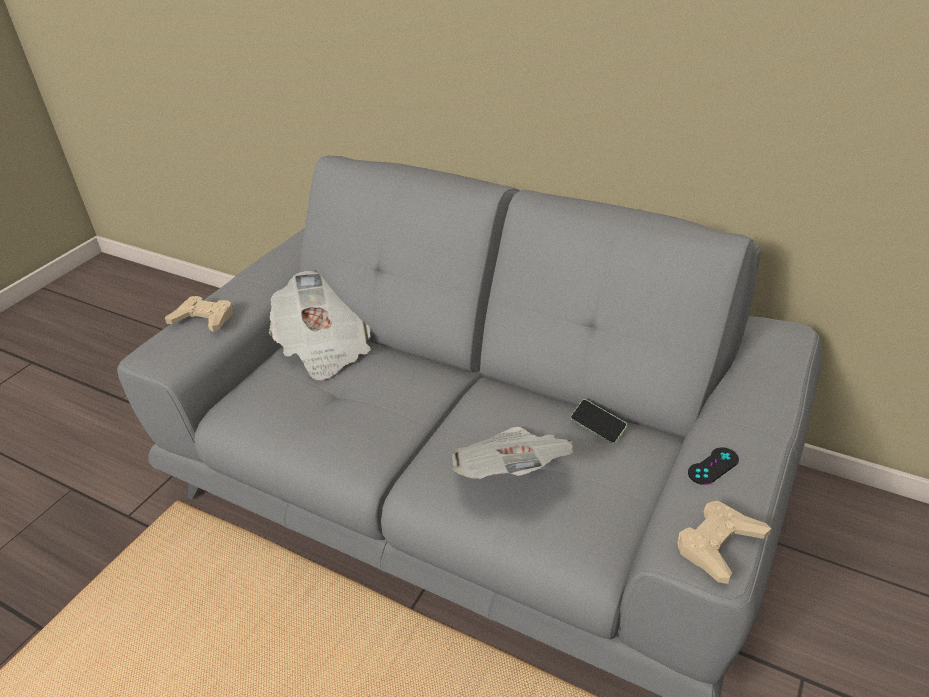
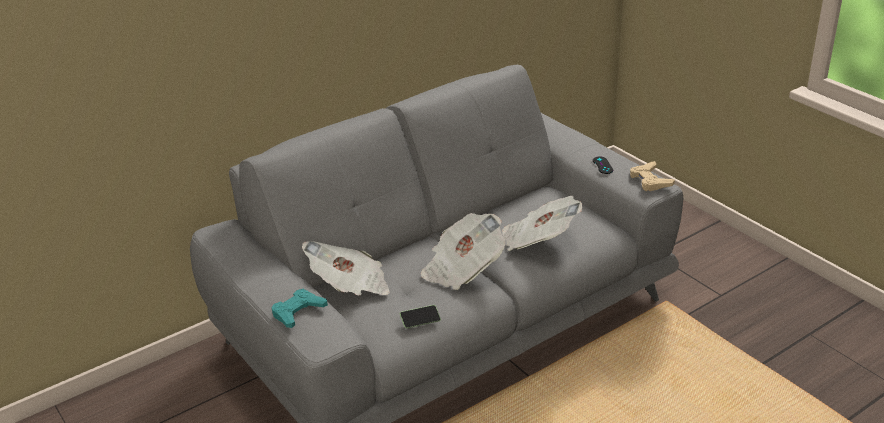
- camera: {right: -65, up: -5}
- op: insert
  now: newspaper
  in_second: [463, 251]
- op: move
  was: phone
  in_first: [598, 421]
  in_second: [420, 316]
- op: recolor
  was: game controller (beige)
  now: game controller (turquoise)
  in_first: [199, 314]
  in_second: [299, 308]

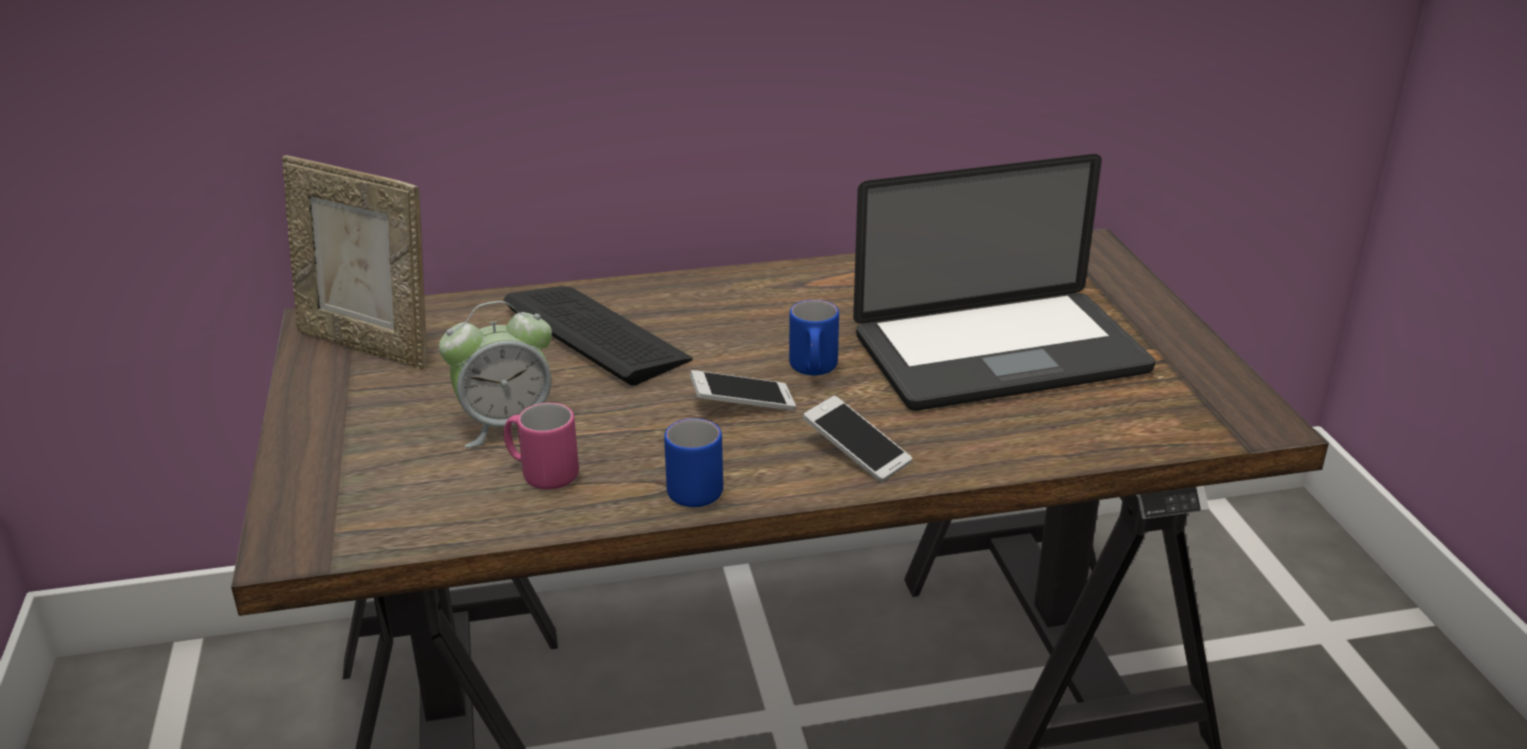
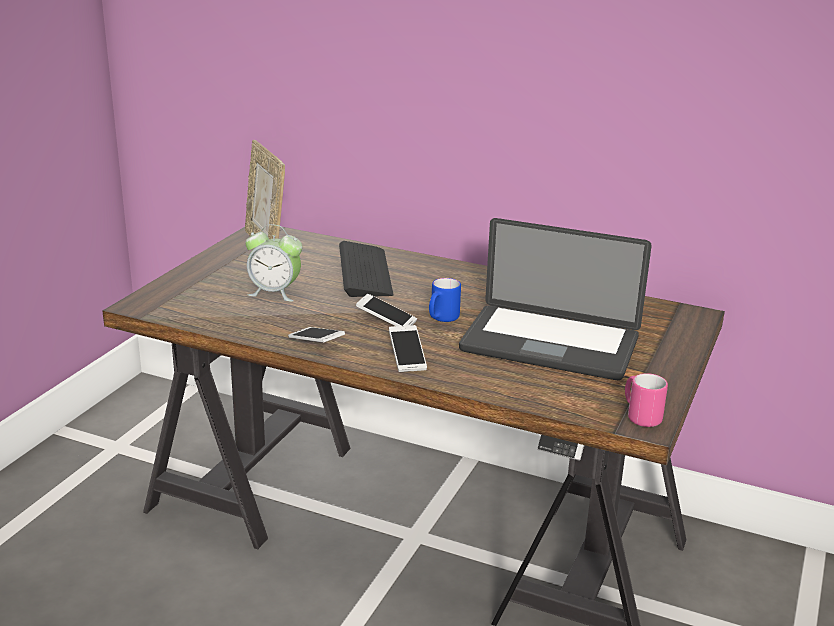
- camera: {right: 35, up: -5}
- op: move
  was: mug (pink)
  in_first: [541, 446]
  in_second: [646, 400]
- op: replace
  was: mug (blue)
  now: phone
  in_first: [693, 462]
  in_second: [316, 335]

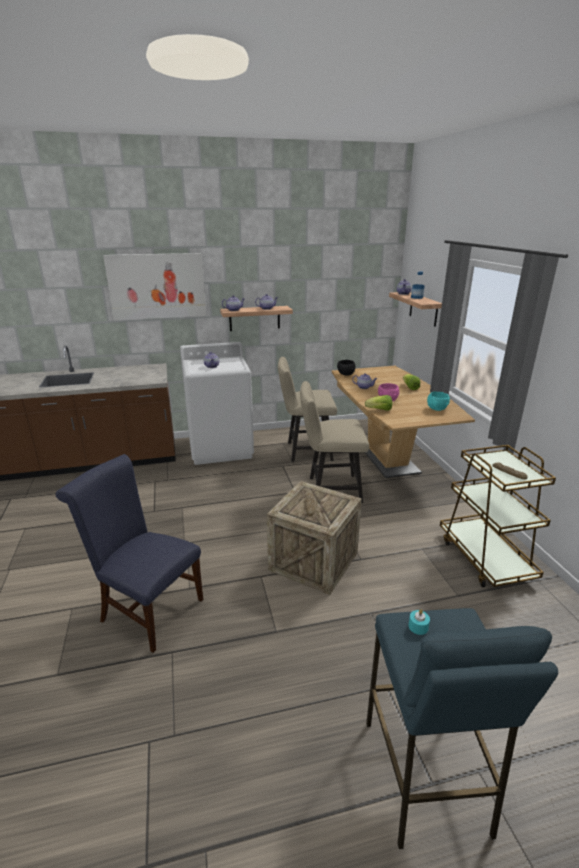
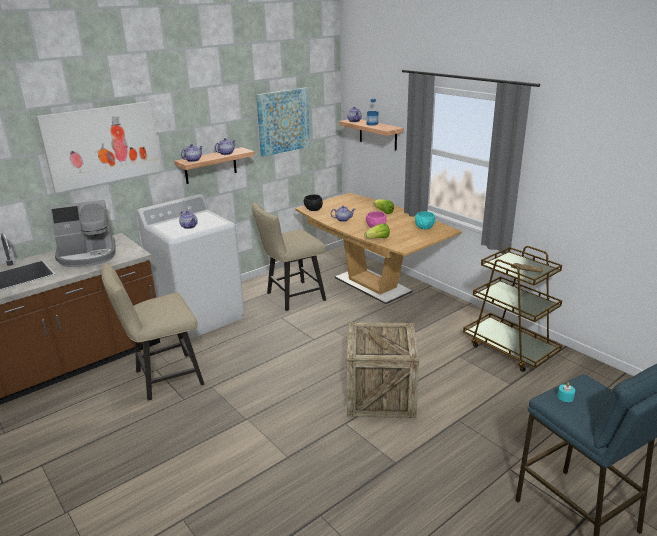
- camera: {right: -25, up: 0}
- op: delete
  was: chair (blue)
  in_first: [129, 553]
- op: insert
  now: coffee machine
  in_second: [83, 233]
- op: insert
  now: picture
  in_second: [283, 122]
- op: move
  was: chair (beige)
  in_first: [334, 442]
  in_second: [153, 332]

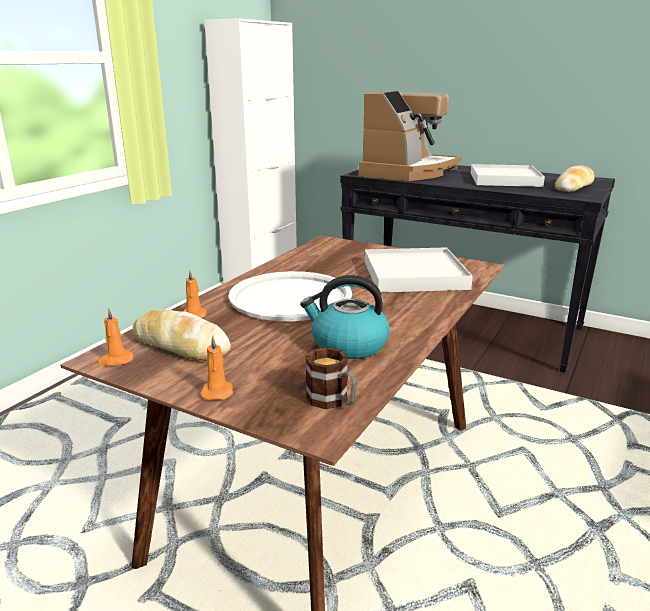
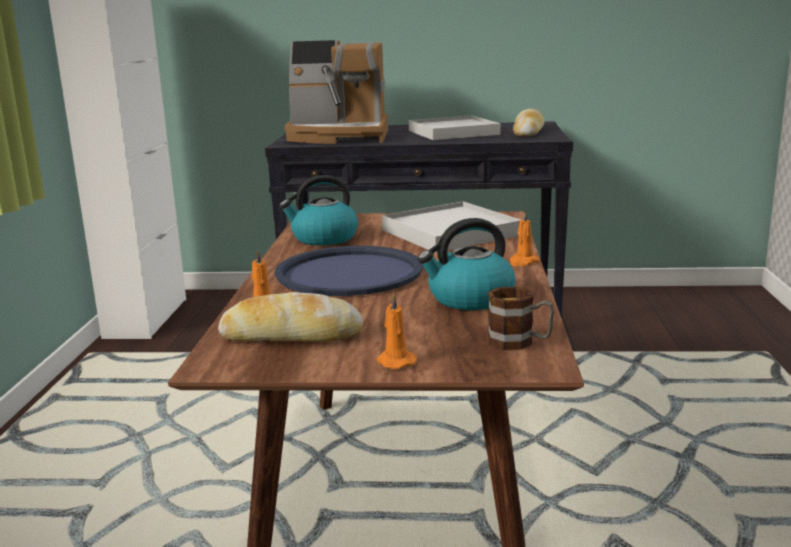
- camera: {right: -25, up: -5}
- op: insert
  now: kettle
  in_second: [318, 210]
- op: move
  was: candle (orange)
  in_first: [115, 337]
  in_second: [525, 238]
- op: recolor
  was: tray (white)
  now: tray (blue)
  in_first: [290, 296]
  in_second: [349, 271]
- op: rotate
  was: coffee machine
  in_first: [410, 136]
  in_second: [336, 92]
  clockwise: 90

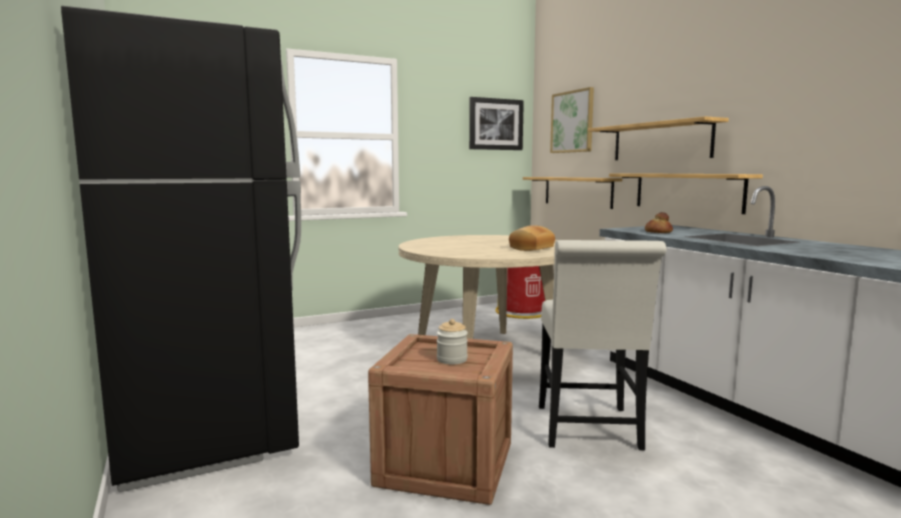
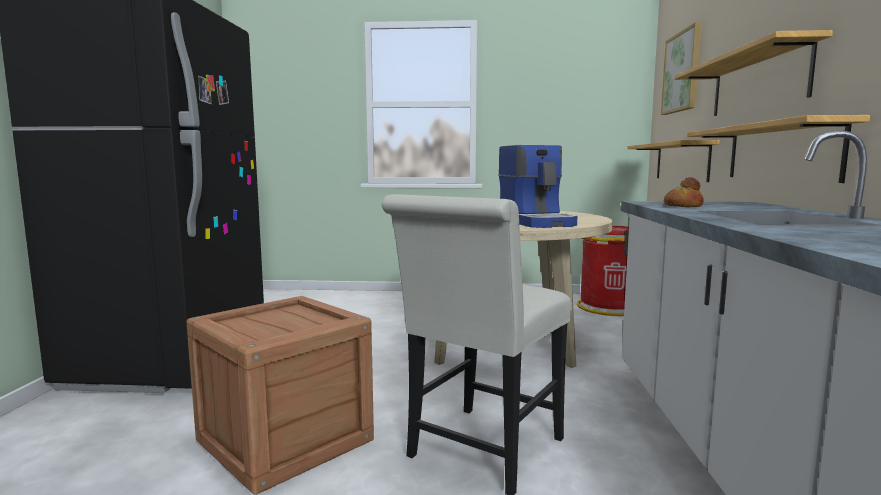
- camera: {right: 30, up: 0}
- op: delete
  was: jar
  in_first: [452, 341]
- op: delete
  was: picture
  in_first: [496, 123]
- op: replace
  was: bread
  now: coffee machine
  in_first: [532, 238]
  in_second: [537, 186]

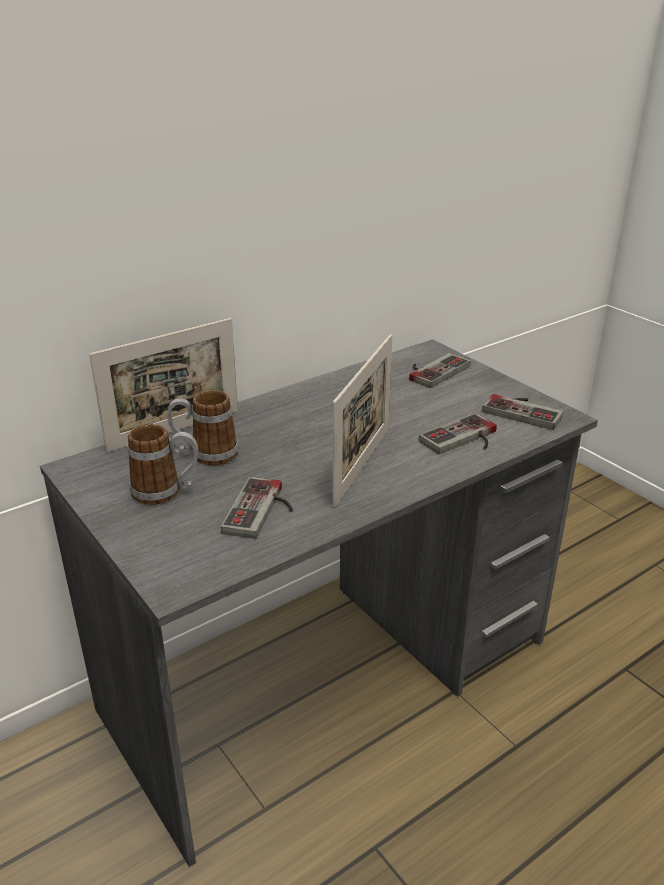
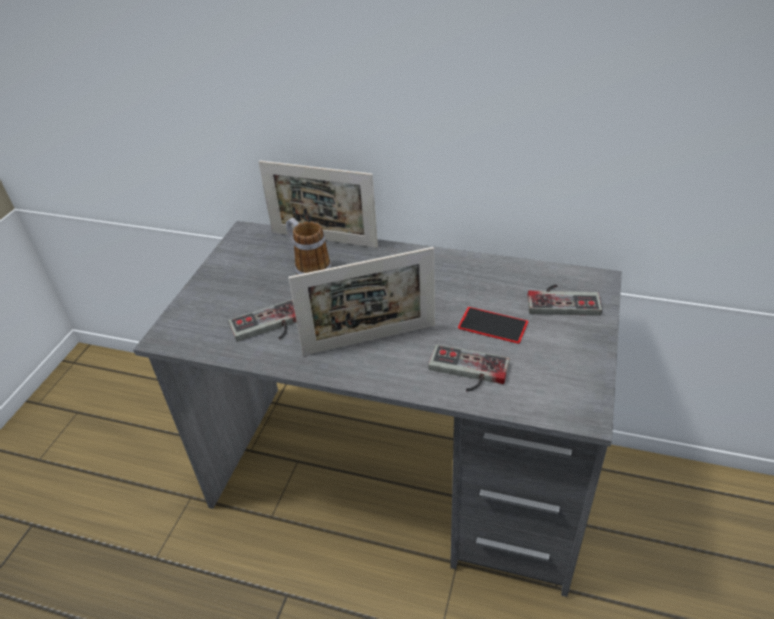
- camera: {right: 55, up: 10}
- op: delete
  was: mug
  in_first: [163, 464]
- op: delete
  was: game controller
  in_first: [522, 412]
- op: insert
  now: phone
  in_second: [493, 325]

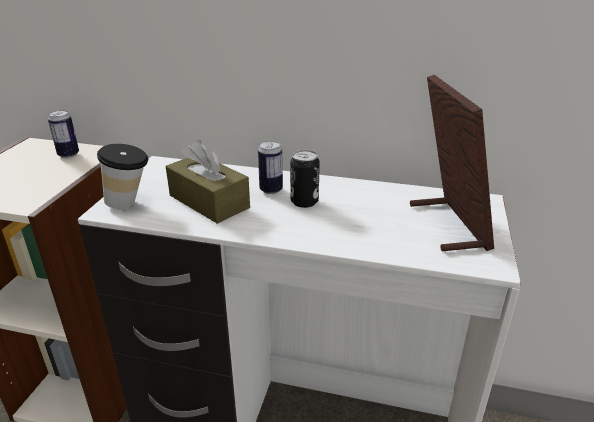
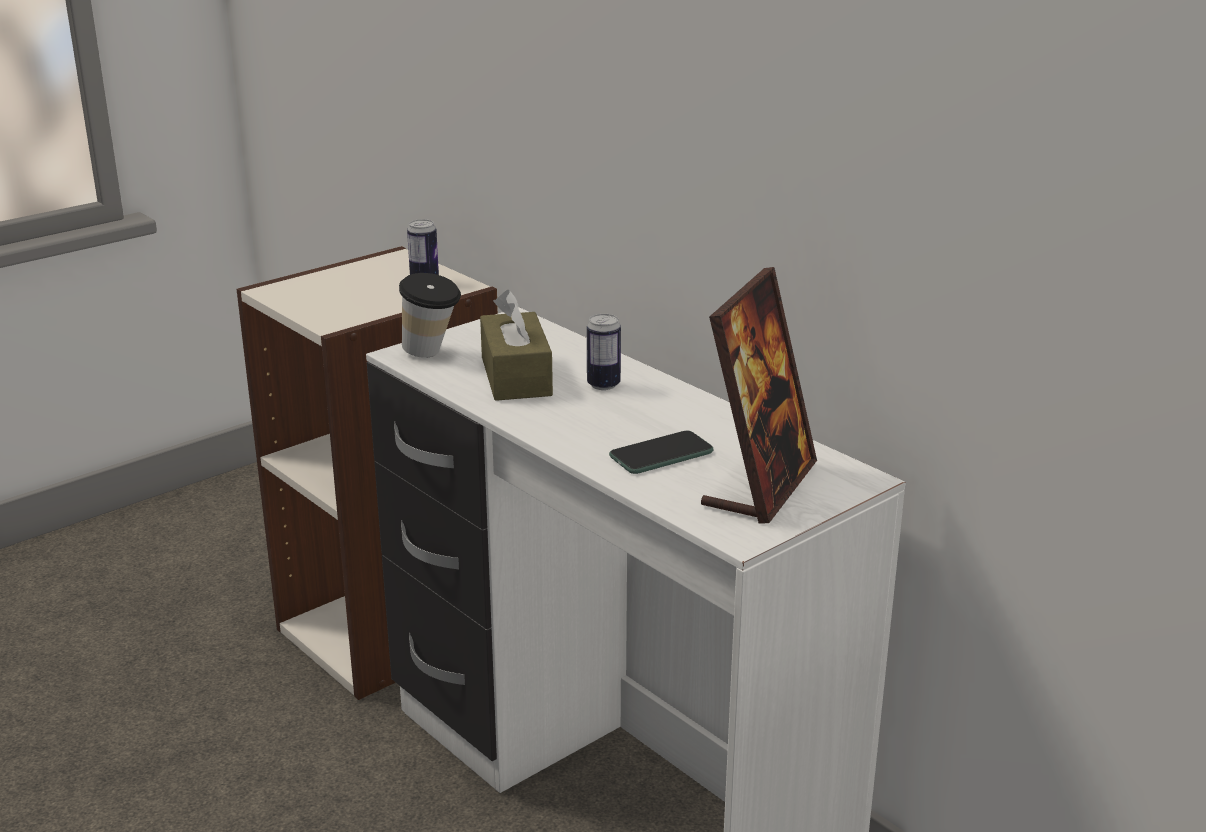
- camera: {right: 35, up: -5}
- op: delete
  was: can
  in_first: [305, 179]
- op: insert
  now: phone
  in_second: [661, 452]

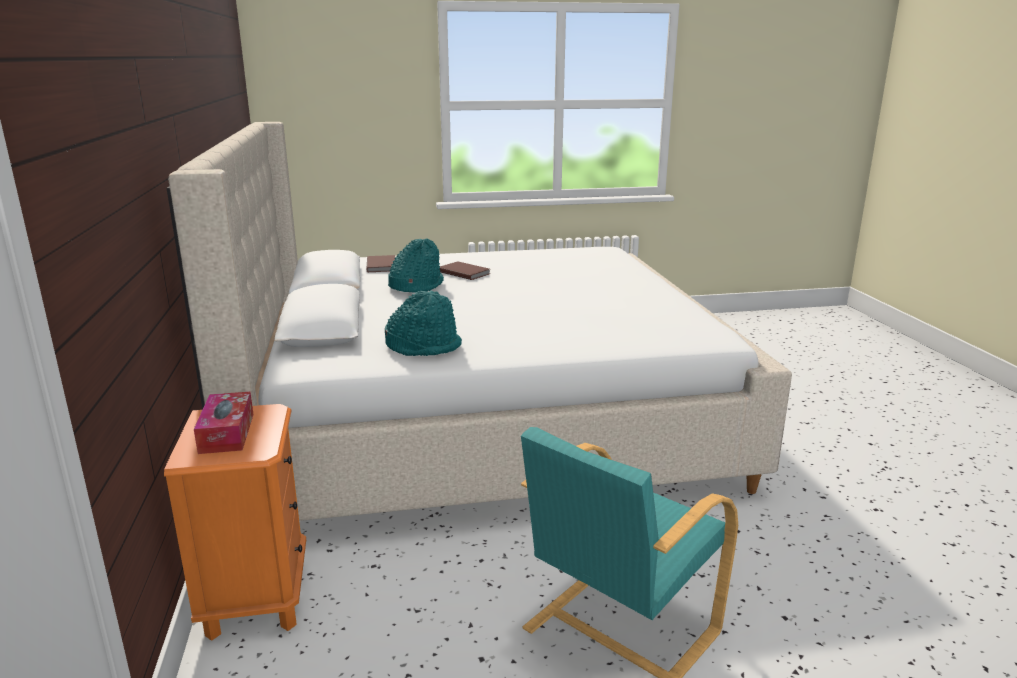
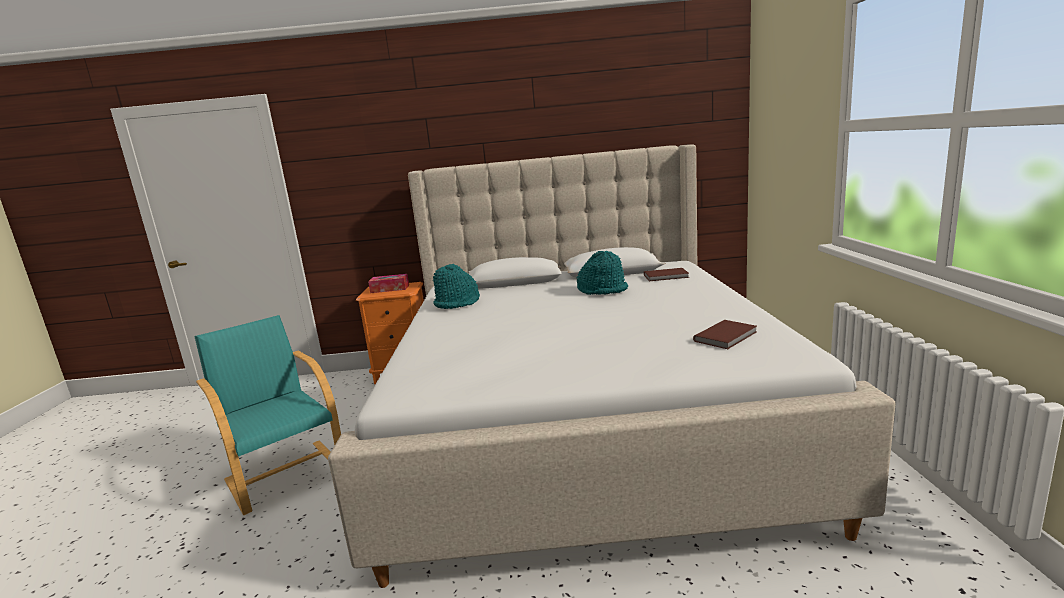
- camera: {right: 100, up: -5}
- op: move
  was: book (brown)
  in_first: [465, 270]
  in_second: [725, 334]

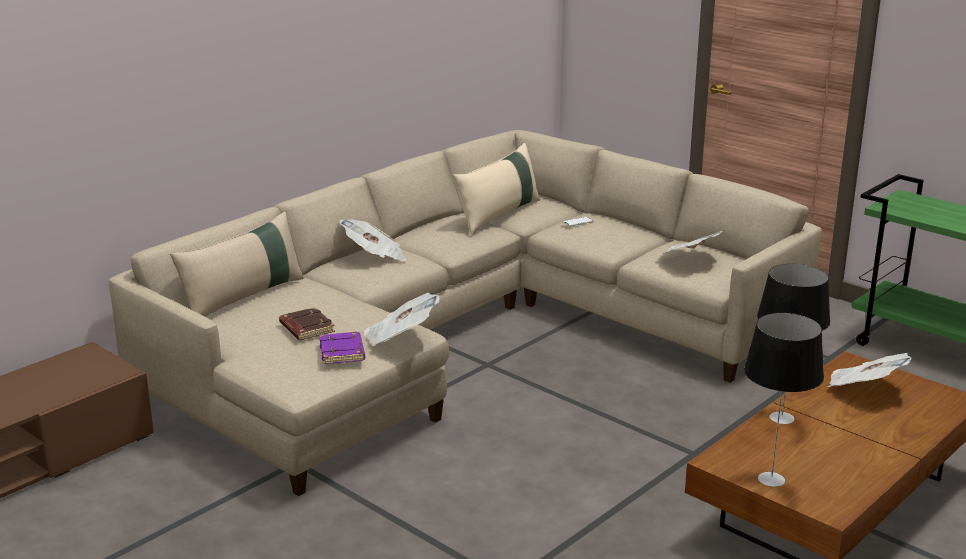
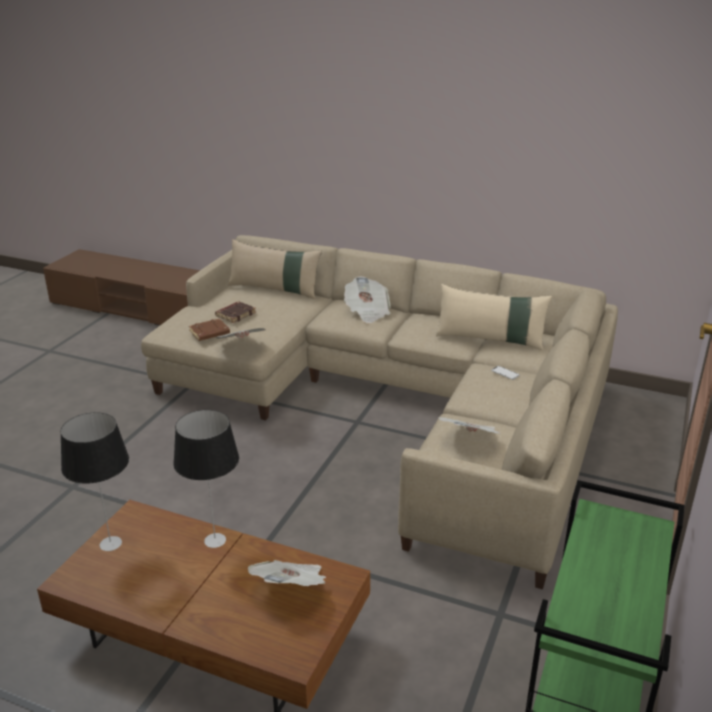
- camera: {right: 70, up: 5}
- op: recolor
  was: book (purple)
  now: book (brown)
  in_first: [342, 348]
  in_second: [209, 330]

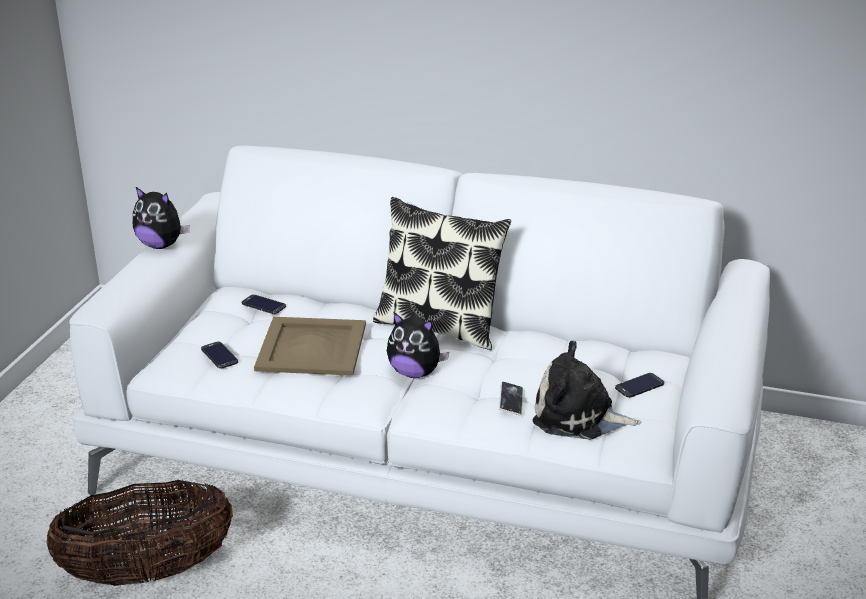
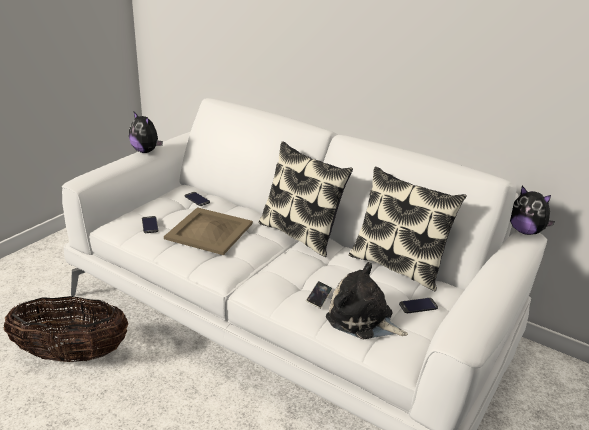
- camera: {right: 15, up: 0}
- op: insert
  now: pillow
  in_second: [408, 229]
- op: move
  was: plush toy
  in_first: [418, 345]
  in_second: [532, 210]

